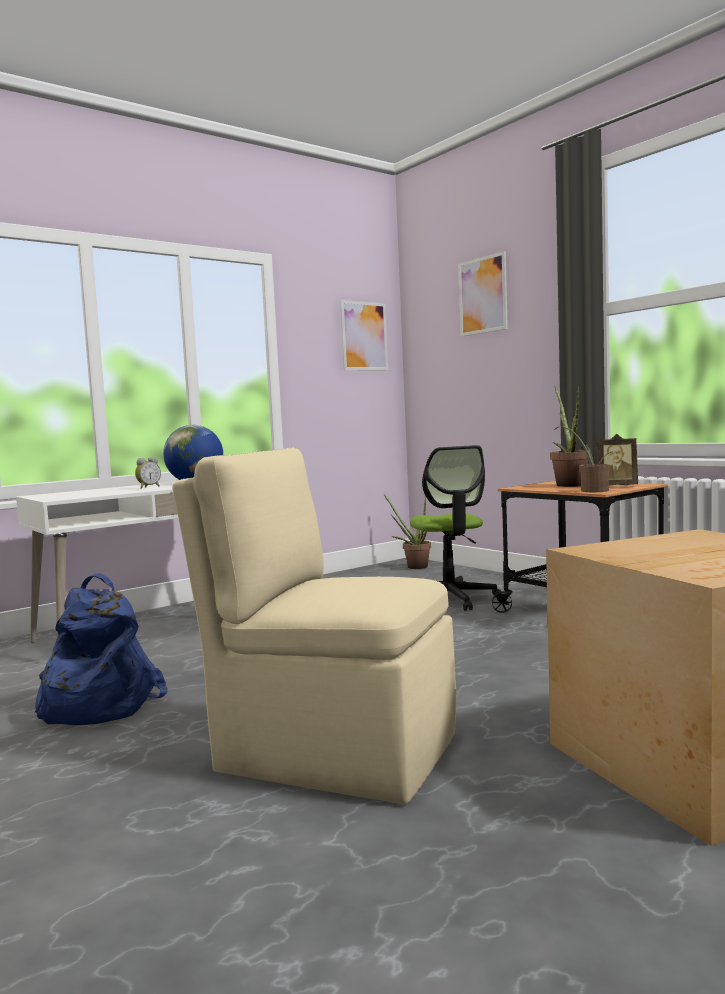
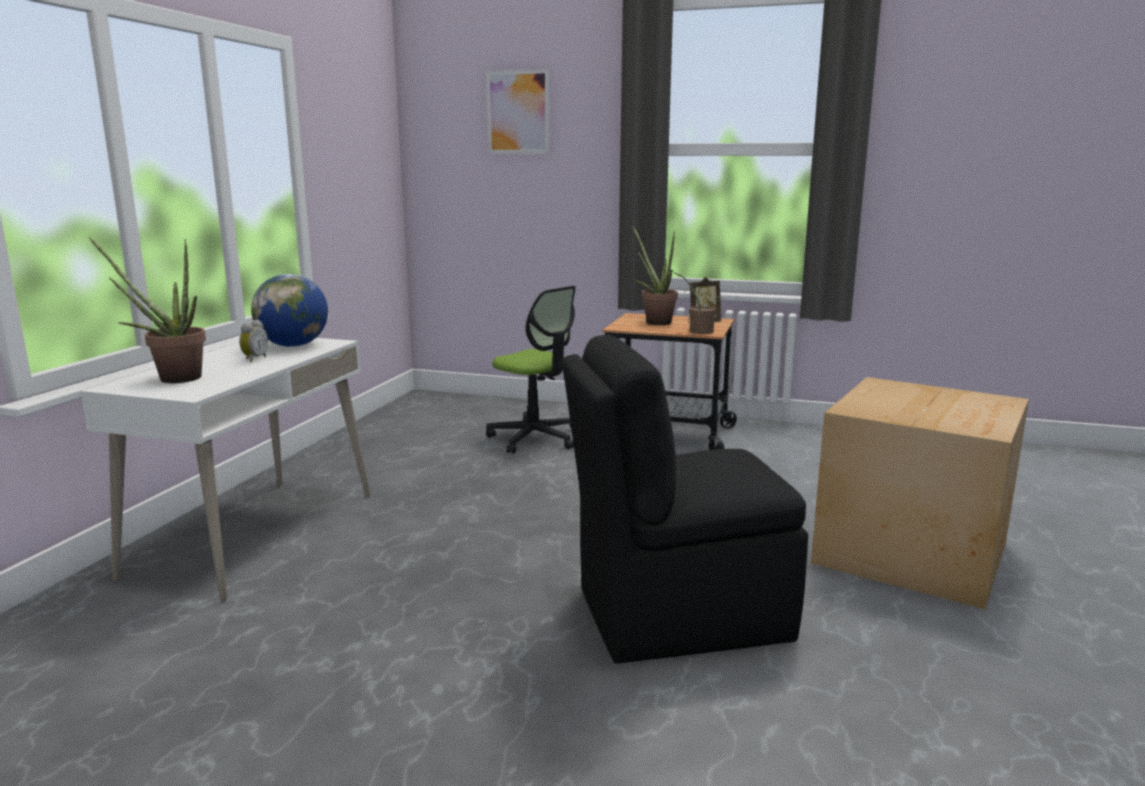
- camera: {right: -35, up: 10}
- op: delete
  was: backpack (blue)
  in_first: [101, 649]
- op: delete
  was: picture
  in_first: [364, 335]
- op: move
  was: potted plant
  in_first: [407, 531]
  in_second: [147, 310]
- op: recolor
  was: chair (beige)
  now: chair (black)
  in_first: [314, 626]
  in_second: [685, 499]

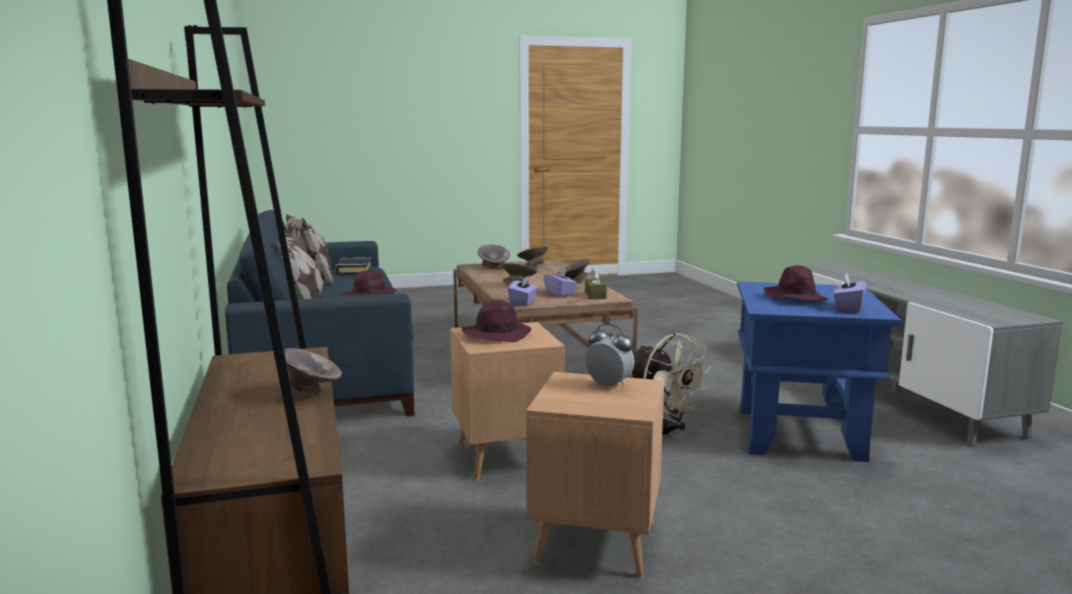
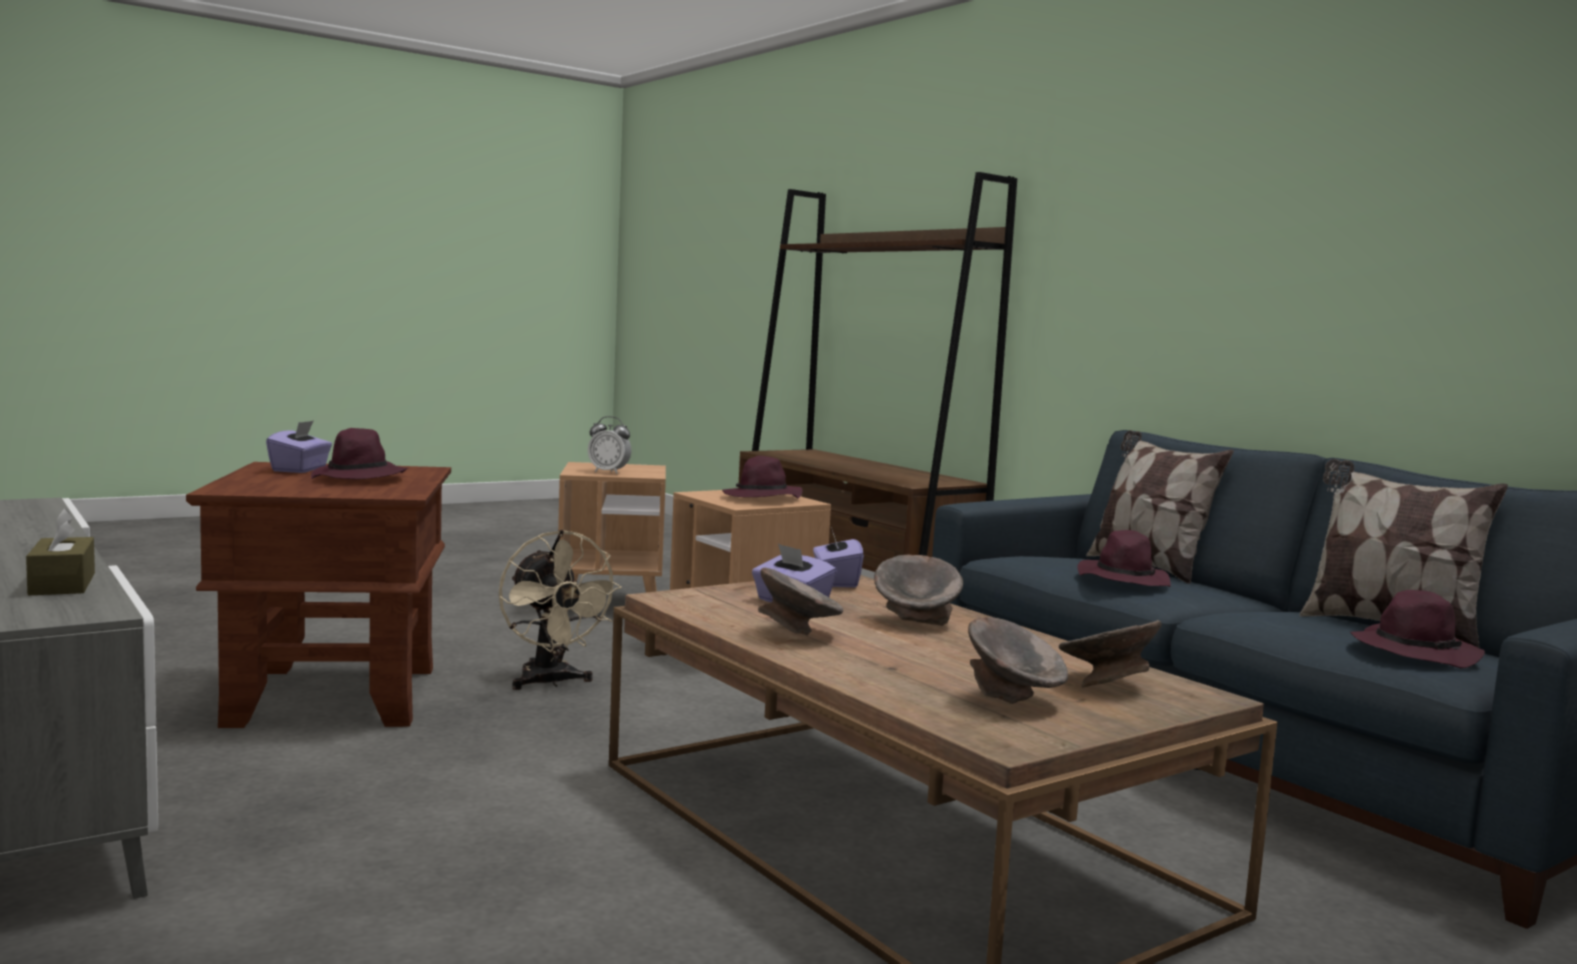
- camera: {right: 160, up: -5}
- op: delete
  was: bowl (grey)
  in_first: [313, 371]
- op: move
  was: tissue box (brown)
  in_first: [596, 283]
  in_second: [60, 551]
- op: replace
  was: book (black)
  now: hat (purple)
  in_first: [353, 266]
  in_second: [1417, 629]
- op: recolor
  was: side table (blue)
  now: side table (brown)
  in_first: [819, 372]
  in_second: [318, 595]
- op: rotate
  was: fan (beige)
  in_first: [671, 385]
  in_second: [560, 610]
  clockwise: -150

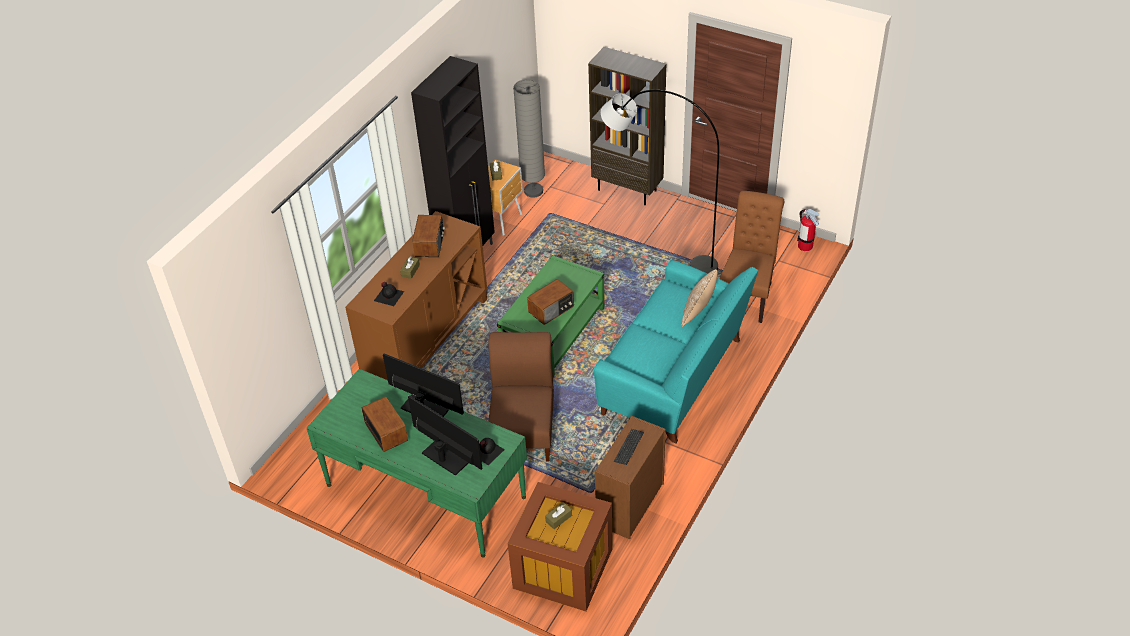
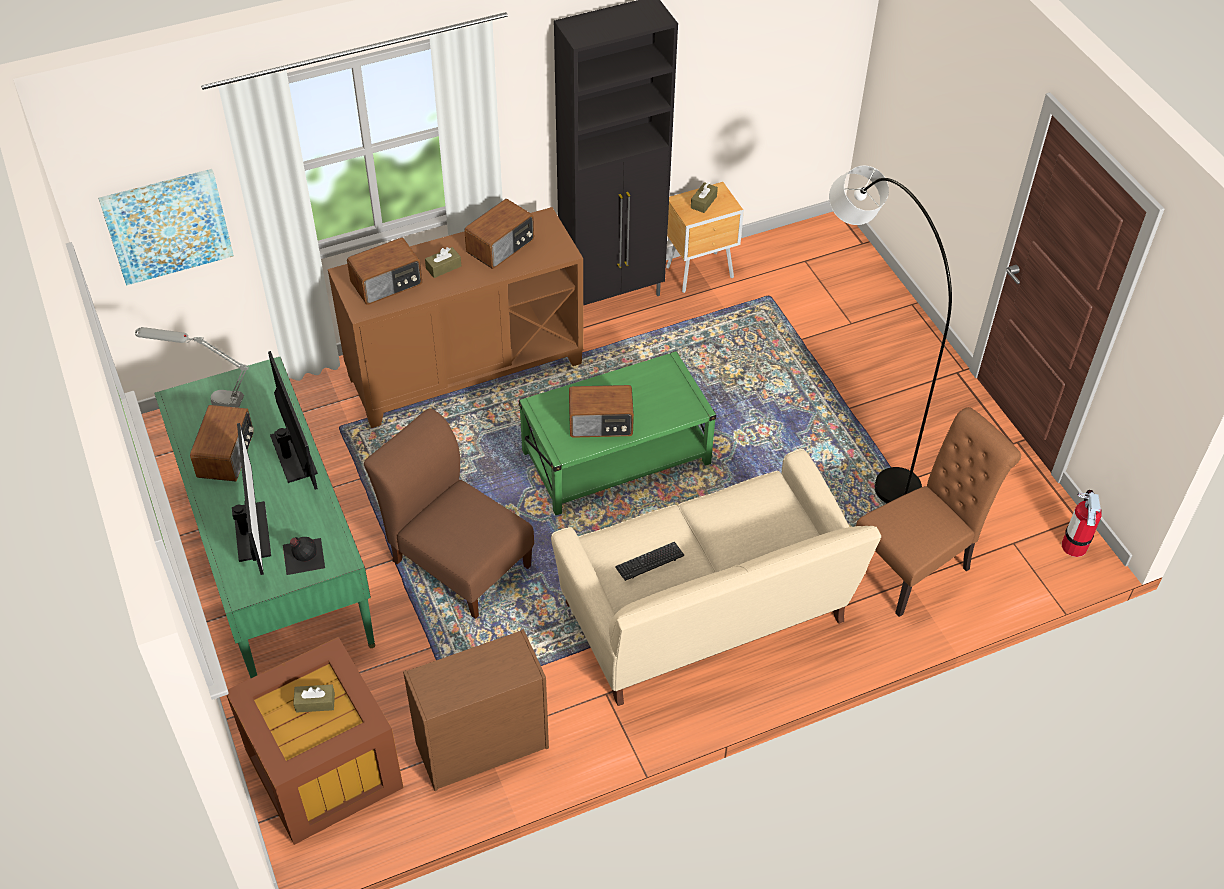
- camera: {right: 35, up: 5}
- op: delete
  was: floor lamp (grey)
  in_first: [529, 138]
- op: delete
  was: bookcase (brown)
  in_first: [627, 126]
- op: delete
  was: pillow
  in_first: [699, 298]
- op: insert
  now: picture
  in_second: [166, 227]
- op: insert
  now: table lamp (grey)
  in_second: [192, 367]
- op: move
  was: keyboard
  in_first: [629, 447]
  in_second: [649, 561]
- op: replace
  was: bottle (black)
  now: radio
  in_first: [389, 294]
  in_second: [384, 271]
- op: recolor
  was: sofa (turquoise)
  now: sofa (beige)
  in_first: [676, 351]
  in_second: [716, 577]
- op: rotate
  was: chair (brown)
  in_first: [521, 396]
  in_second: [449, 513]
  clockwise: -90

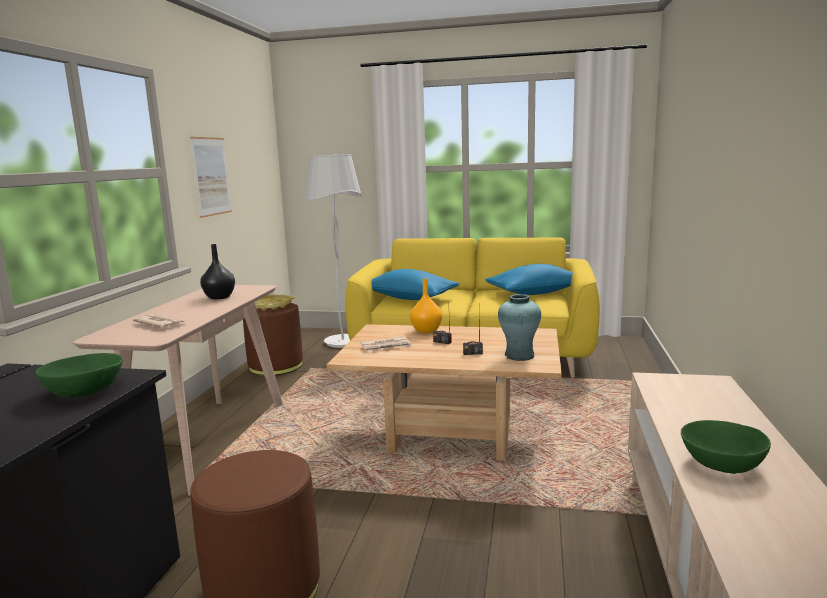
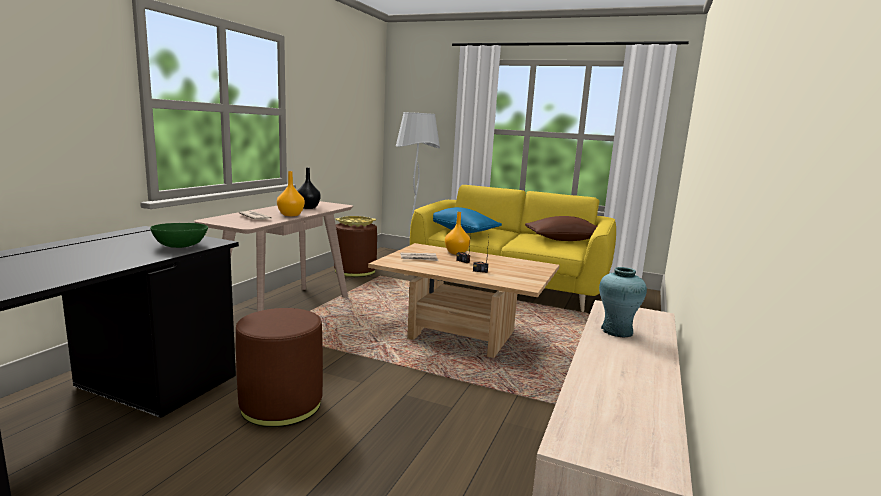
- camera: {right: 10, up: 0}
- op: delete
  was: picture
  in_first: [211, 177]
- op: delete
  was: bowl (green)
  in_first: [726, 447]
- op: insert
  now: vase (orange)
  in_second: [291, 193]
- op: move
  was: vase (turquoise)
  in_first: [519, 327]
  in_second: [623, 302]
- op: recolor
  was: pillow (blue)
  now: pillow (brown)
  in_first: [529, 279]
  in_second: [561, 228]

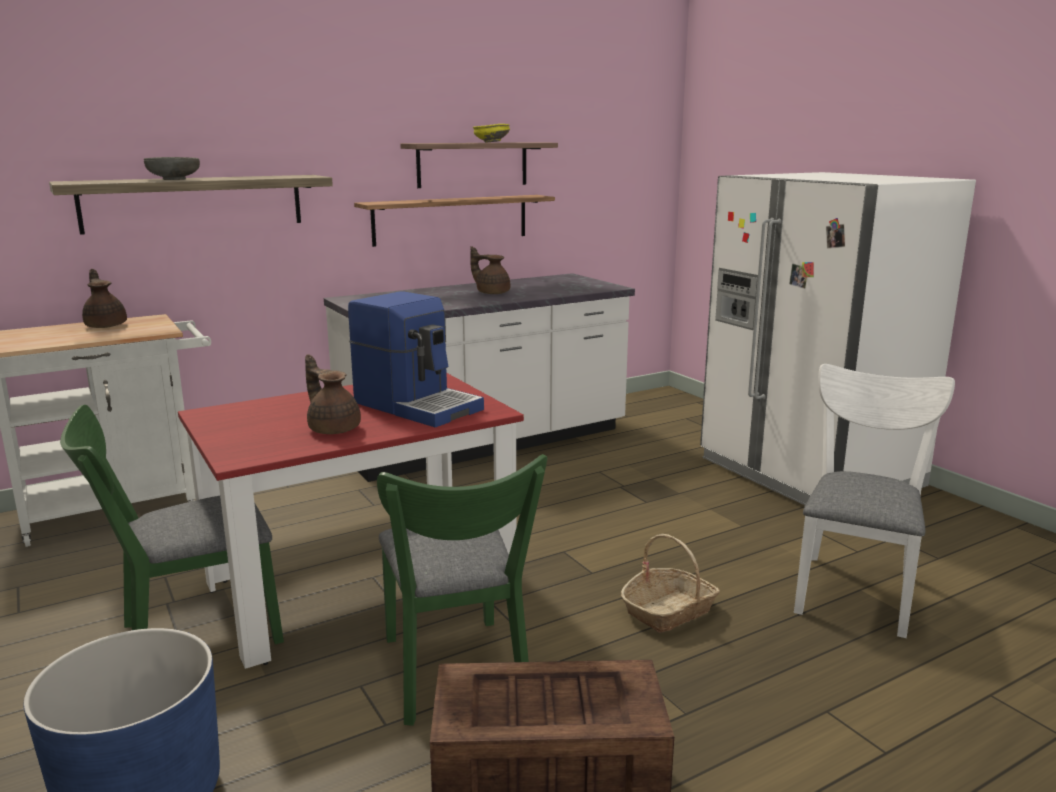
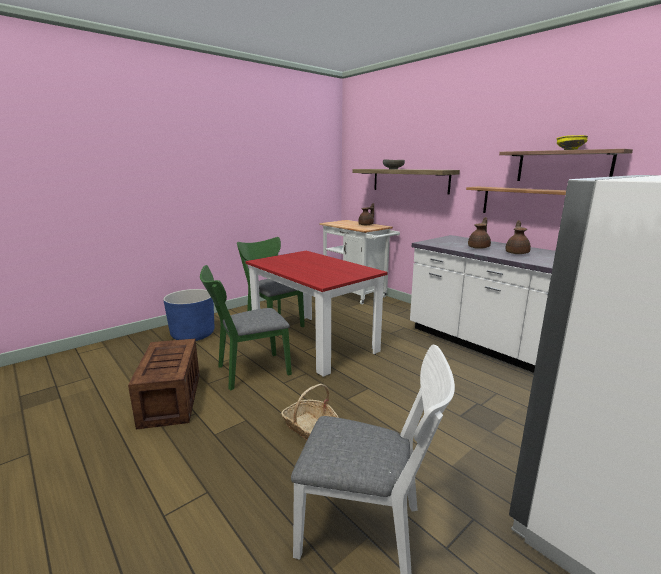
- camera: {right: 80, up: 0}
- op: delete
  was: coffee machine
  in_first: [416, 359]
- op: move
  was: teapot (brown)
  in_first: [333, 394]
  in_second: [479, 233]

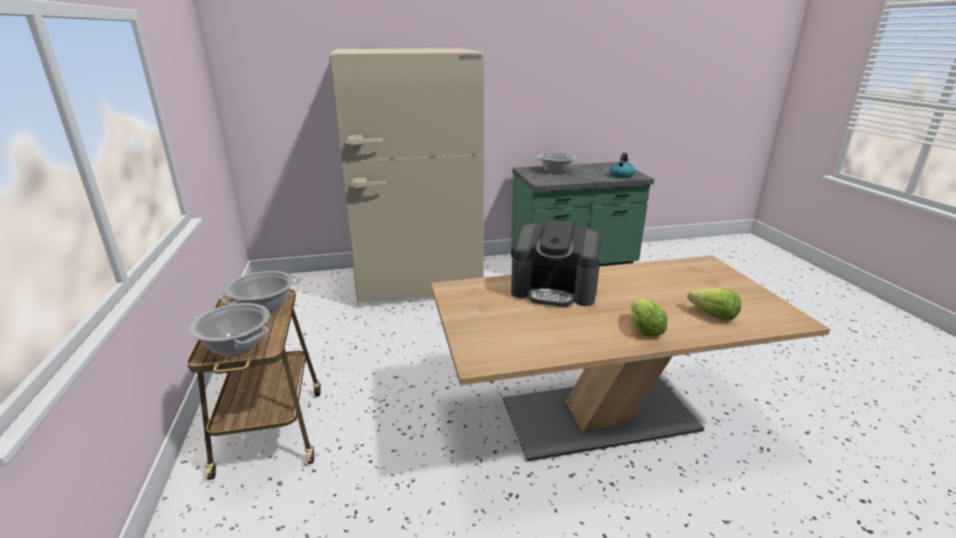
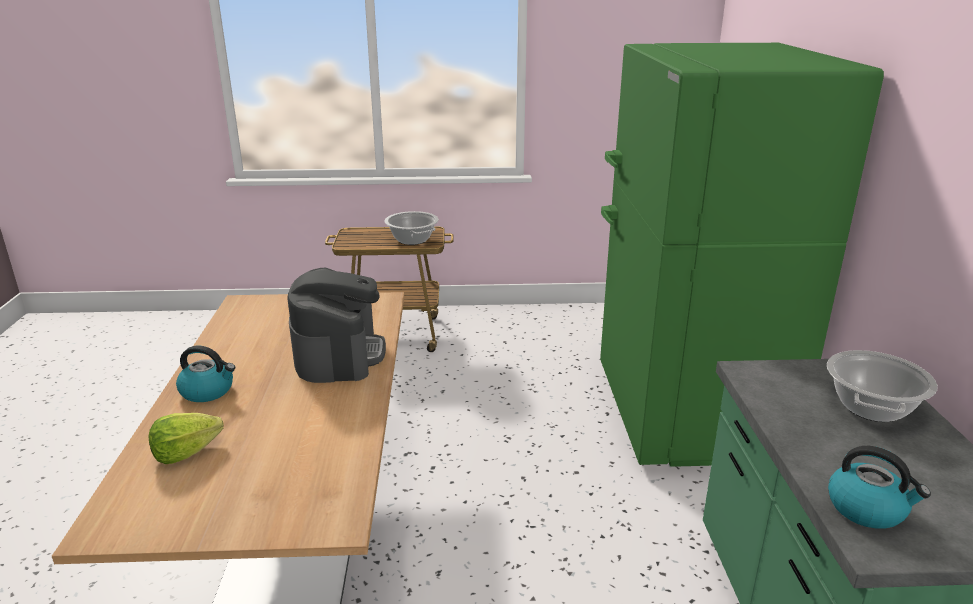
- camera: {right: 100, up: 0}
- op: delete
  was: cooking pot
  in_first: [230, 329]
- op: replace
  was: lettuce
  now: kettle
  in_first: [649, 317]
  in_second: [205, 374]
- op: recolor
  was: fridge (beige)
  now: fridge (green)
  in_first: [406, 175]
  in_second: [742, 255]
- op: rotate
  was: coffee machine
  in_first: [556, 263]
  in_second: [337, 325]
  clockwise: 150

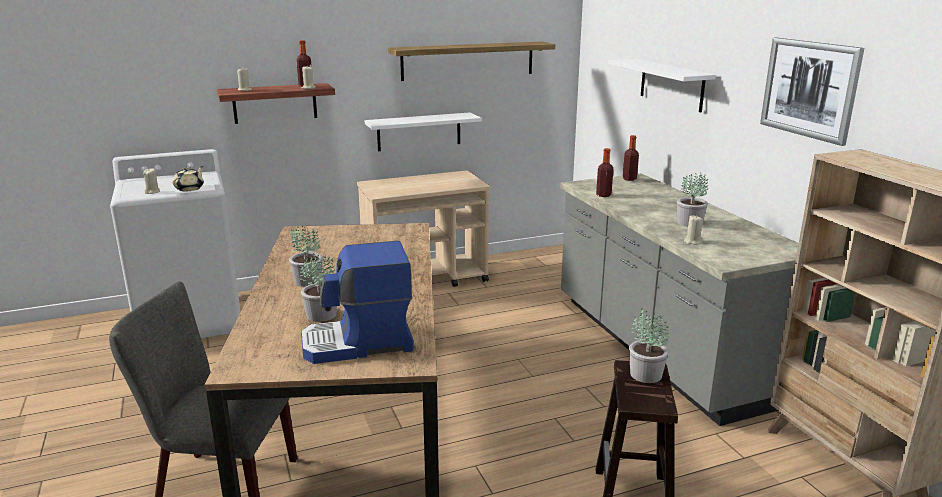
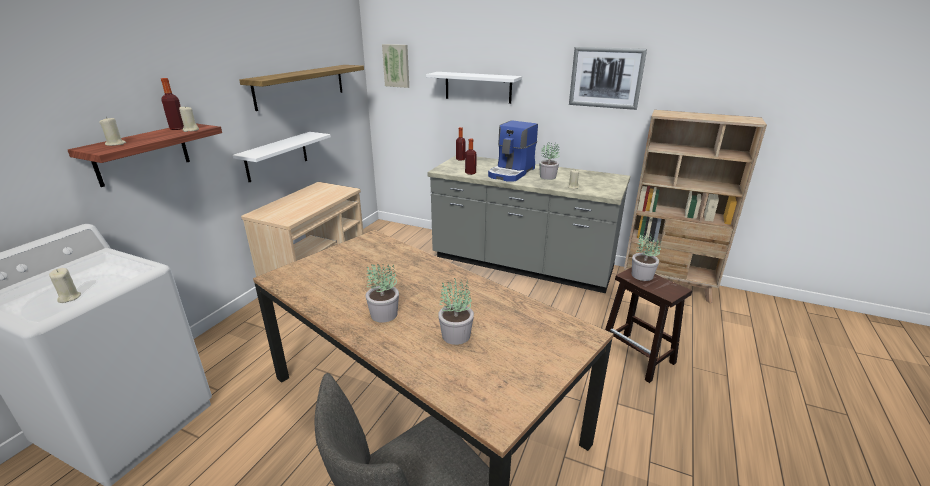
- camera: {right: -45, up: 5}
- op: delete
  was: teapot (beige)
  in_first: [188, 178]
- op: insert
  now: picture
  in_second: [395, 66]
- op: move
  was: coffee machine
  in_first: [357, 302]
  in_second: [513, 151]

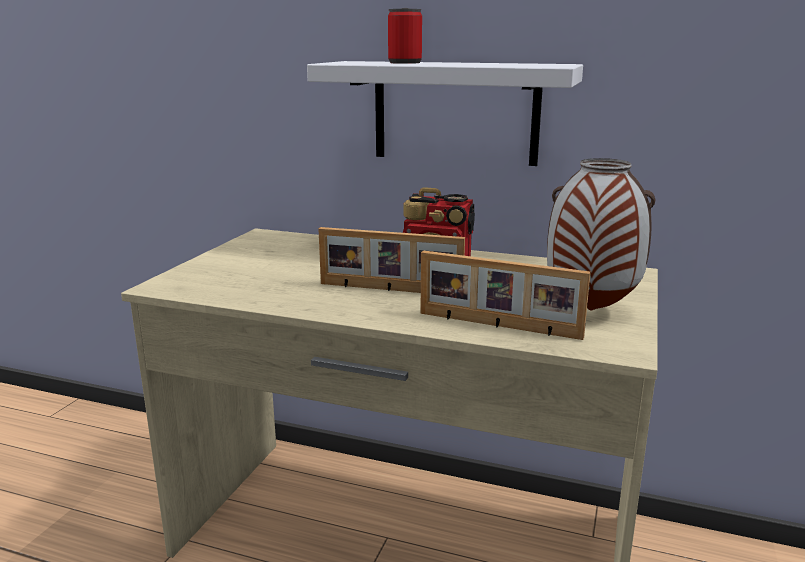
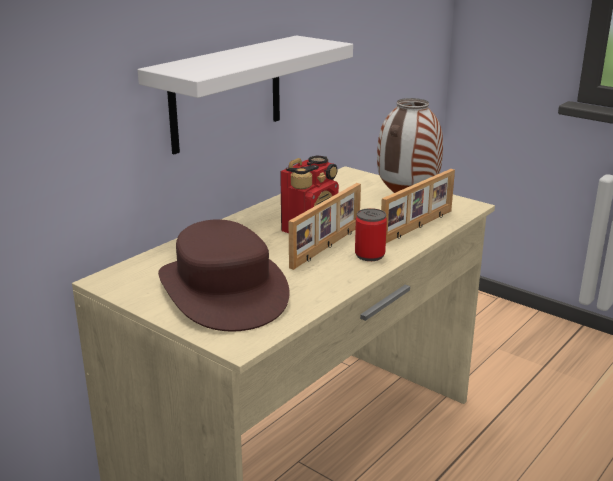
- camera: {right: -70, up: 5}
- op: insert
  now: hat (brown)
  in_second: [224, 275]
- op: move
  was: can
  in_first: [405, 36]
  in_second: [371, 234]

